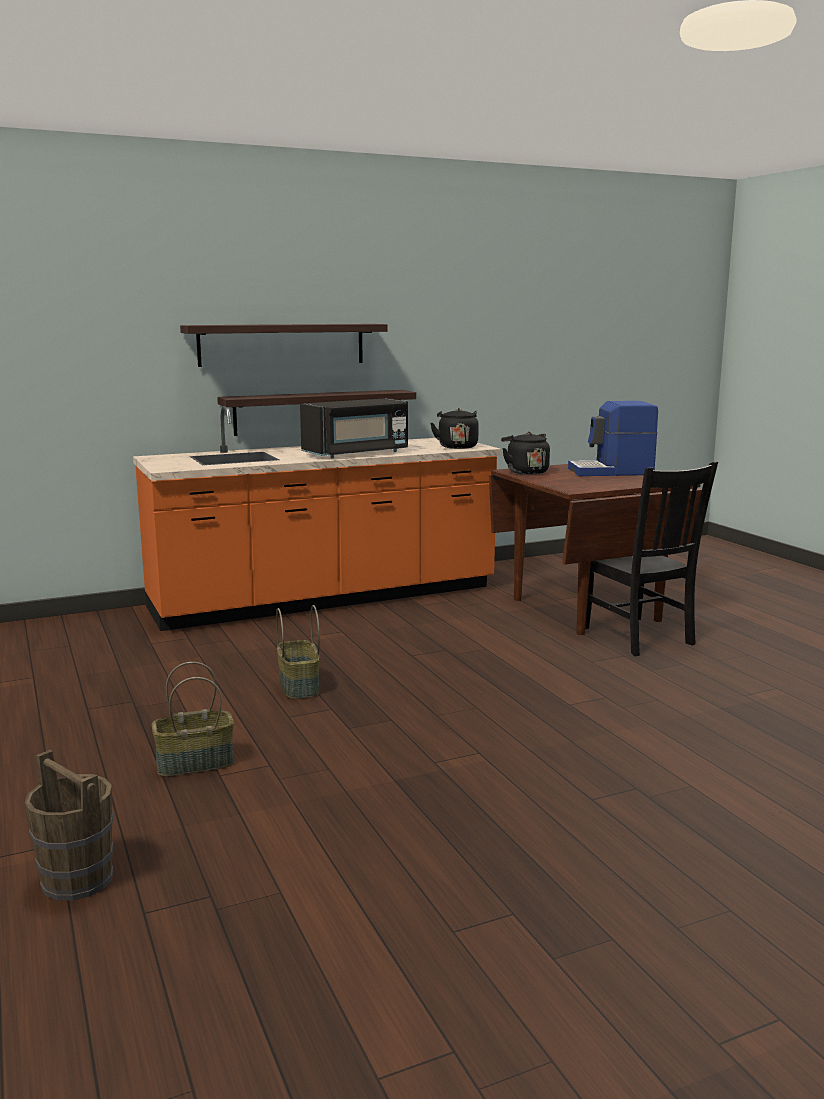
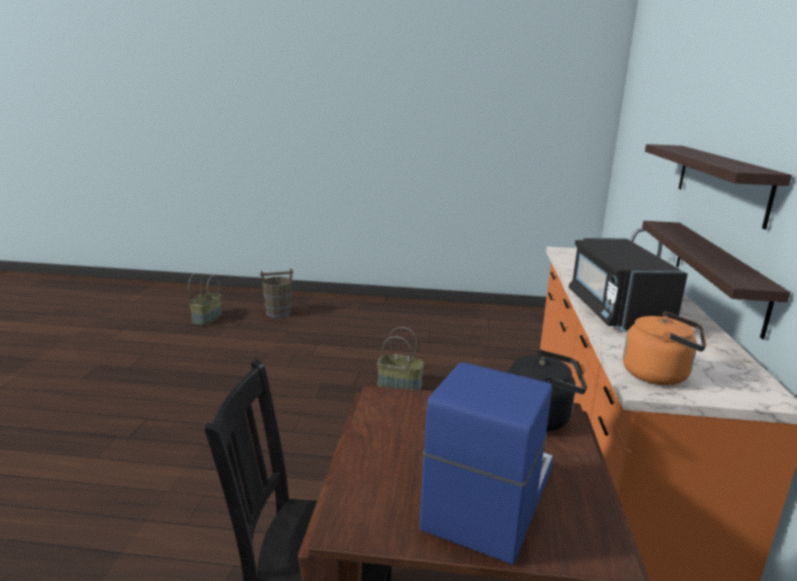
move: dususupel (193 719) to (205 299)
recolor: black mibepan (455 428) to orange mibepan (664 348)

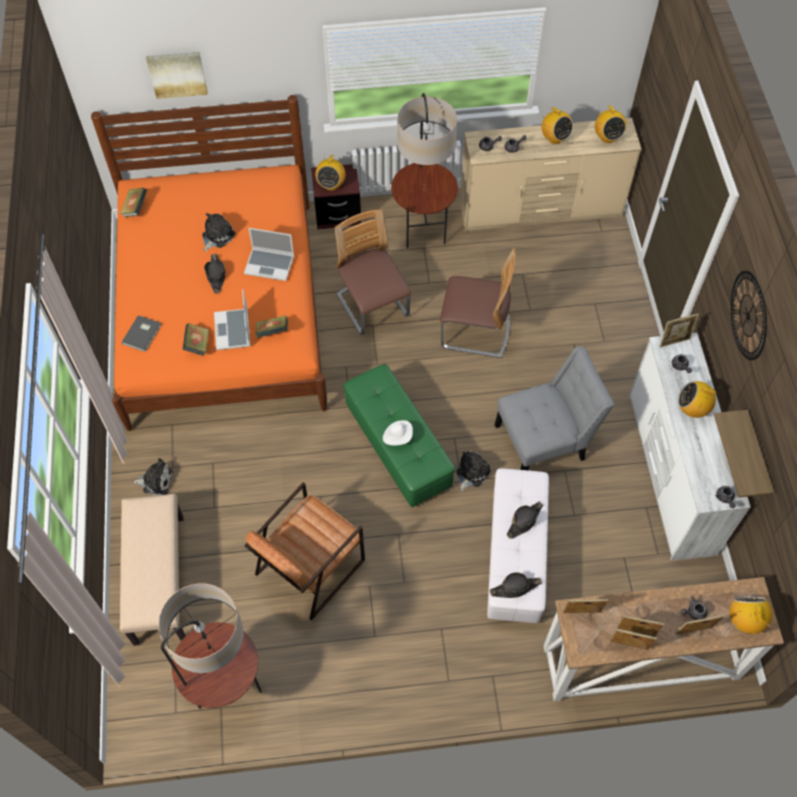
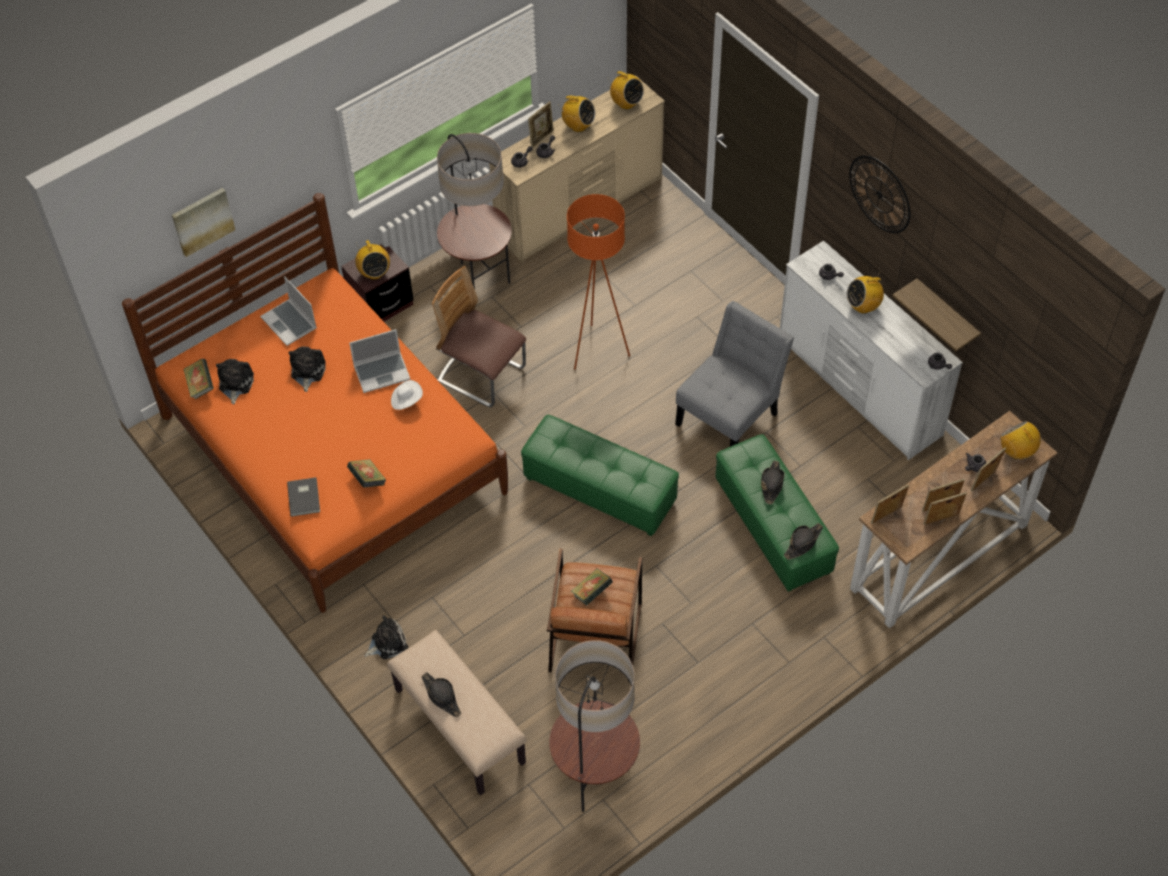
move: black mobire (215 274) to (441 694); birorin (232 319) to (288 311); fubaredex (271 326) to (592 587); white mobire (398 433) to (407 395); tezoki (473 471) to (235 381); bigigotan (679 330) to (541 124)
replace: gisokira (478 303) to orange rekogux (598 281)
recolor: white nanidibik (518 545) to green nanidibik (777 513)

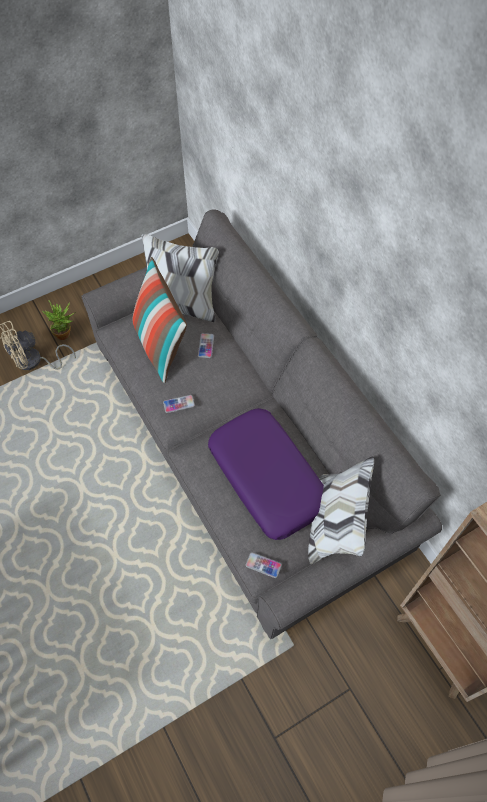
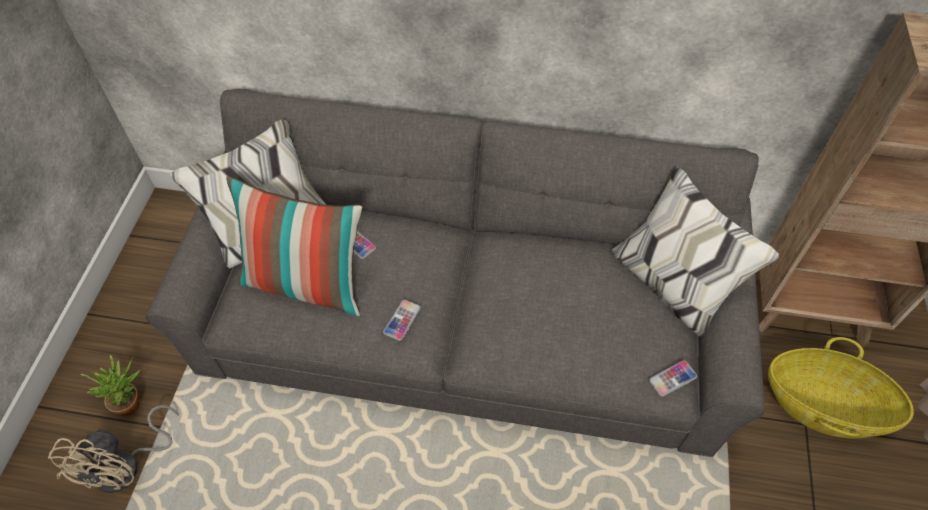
delete: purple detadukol (266 474)
insert: dususupel (841 388)

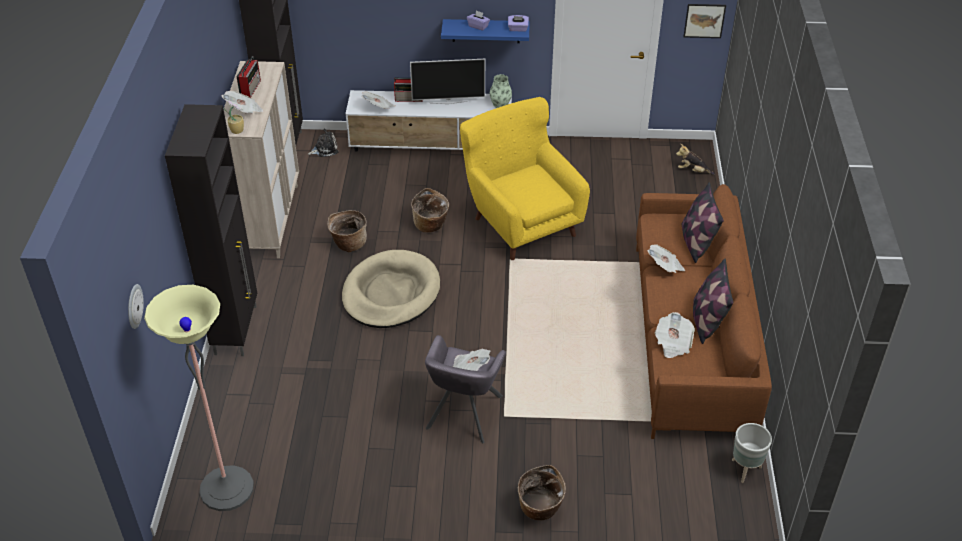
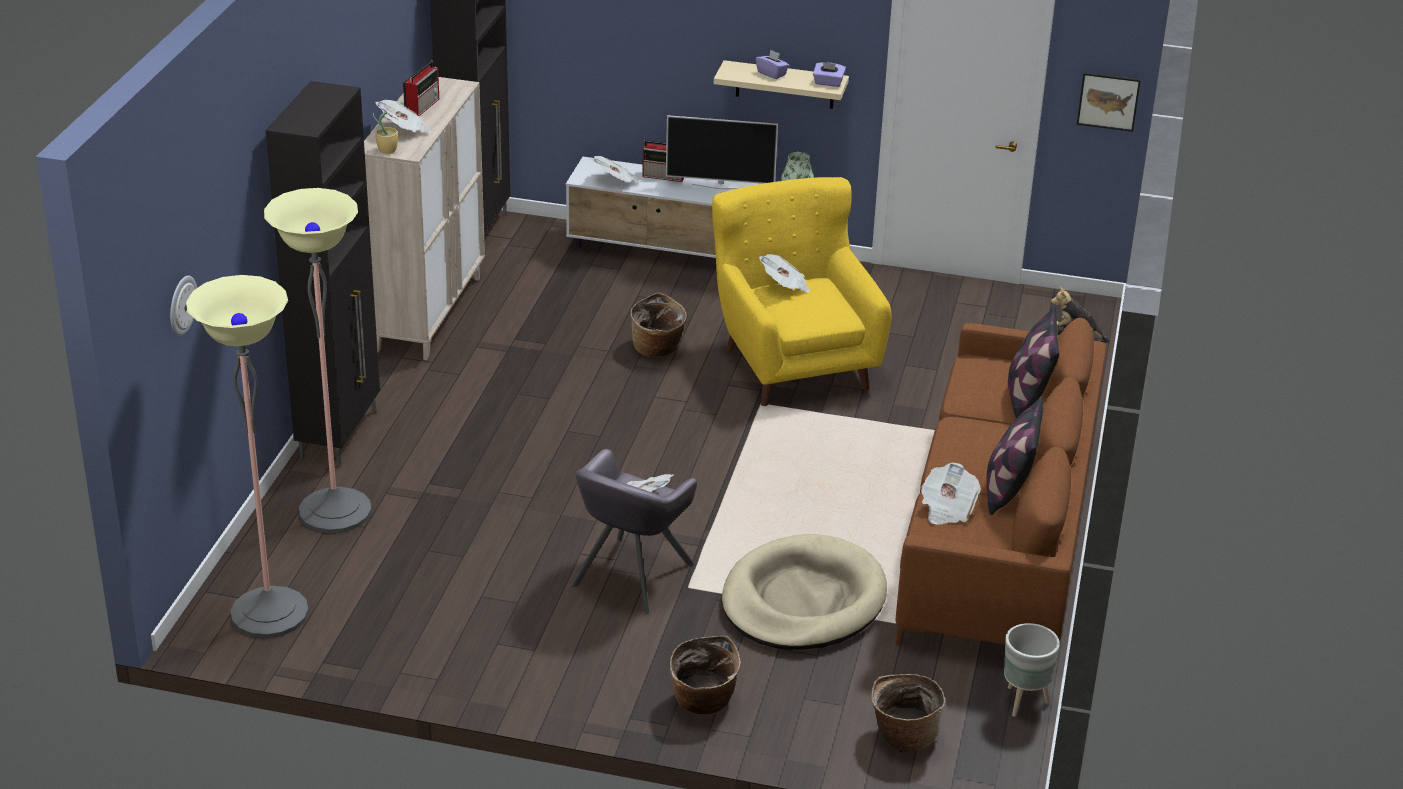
delete: tezoki (323 142)
insert: rekogux (317 360)
move: dususupel (347 231) to (908 713); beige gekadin (391 289) to (804 592); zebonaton (666 258) to (784 273)
recolor: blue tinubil (485 31) to beige tinubil (781 84)

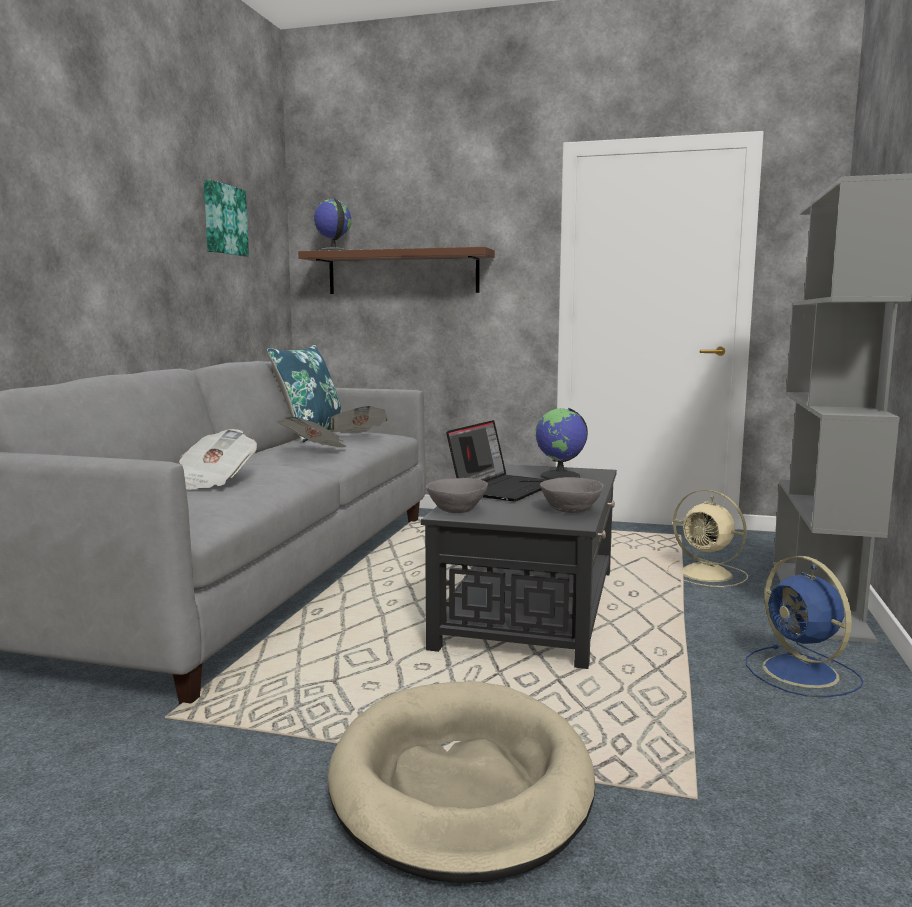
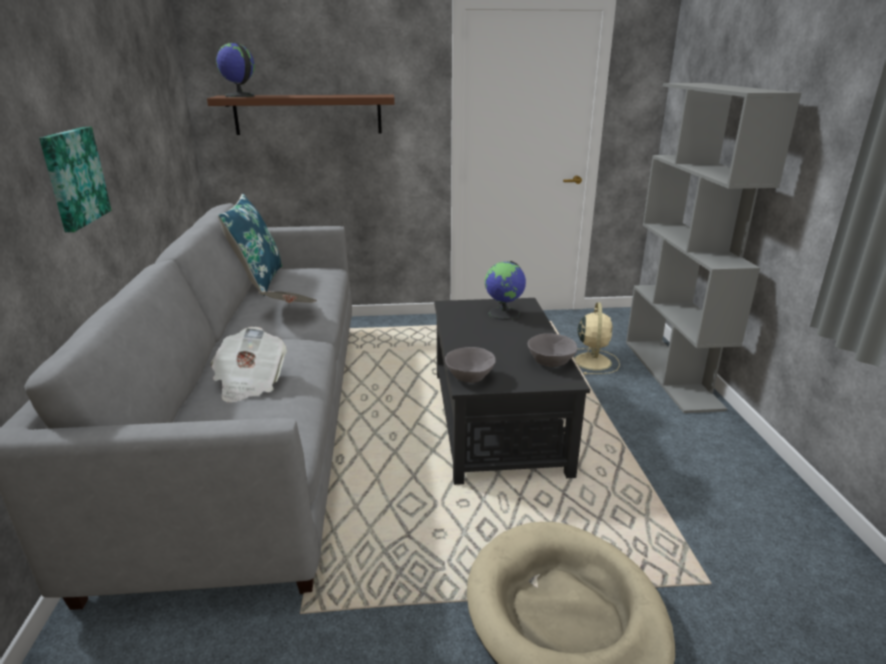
delete: zebonaton (359 419); birorin (497 460); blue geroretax (804 626)
move: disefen (226 218) to (75 179)
rotate: beige geroretax (707 538) = (597 338) 105 degrees counterclockwise

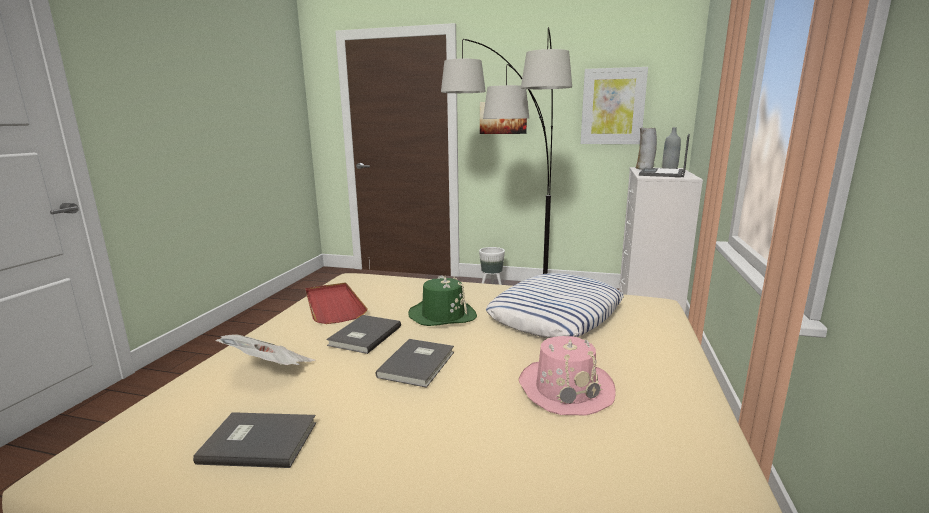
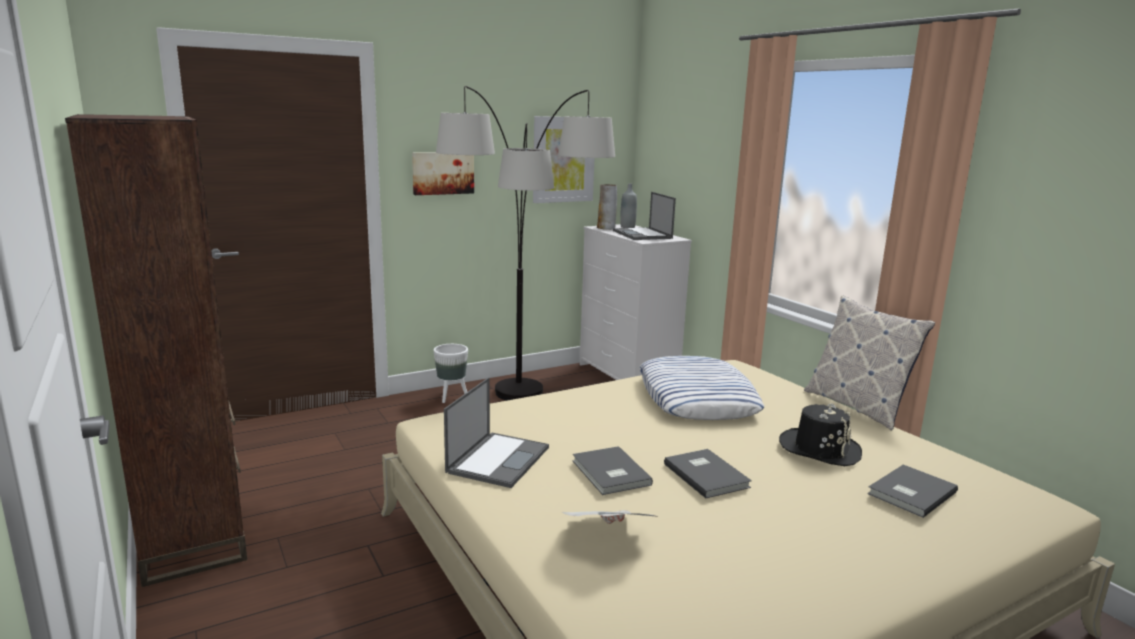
delete: green mobire (442 301)
insert: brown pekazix (156 350); detadukol (869 363)
move: grey fubaredex (254 440) to (912 491)
replace: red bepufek (336 303) to birorin (496 432)
recolor: pink mobire (567 375) to black mobire (820 434)

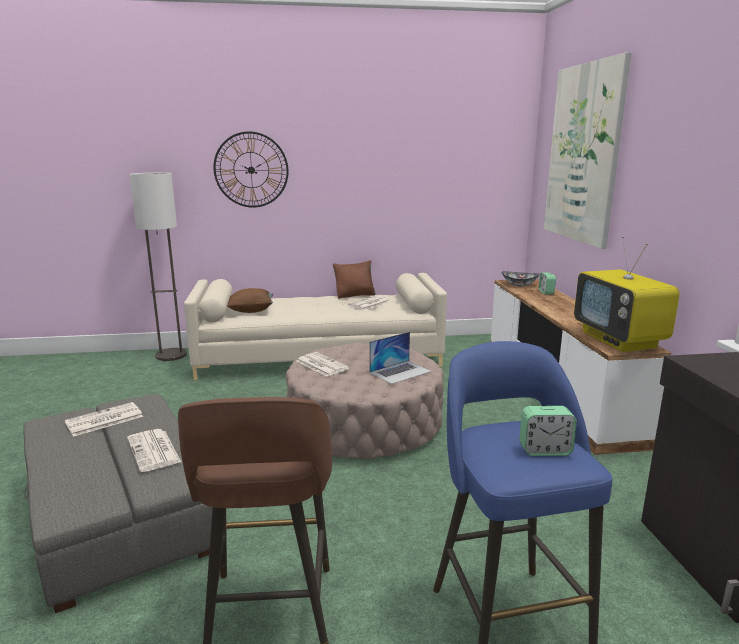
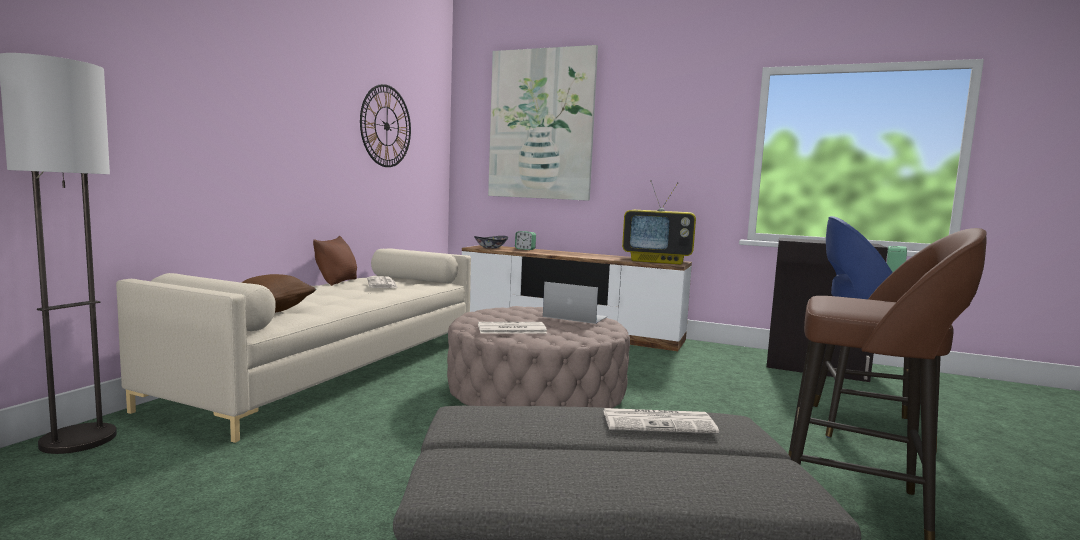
delete: zebonaton (104 419)
move: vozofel (250 169) to (385 125)
rotate: birorin (400 358) = (575 303) 60 degrees counterclockwise

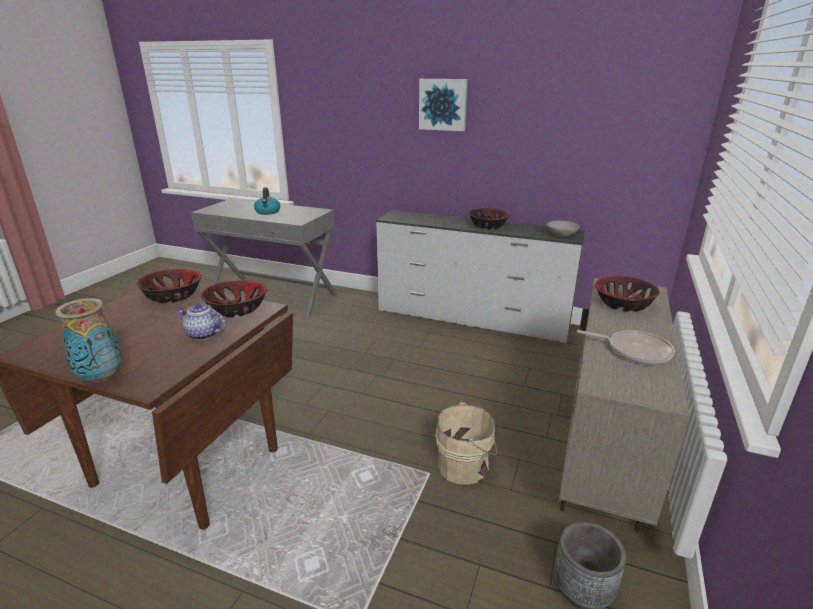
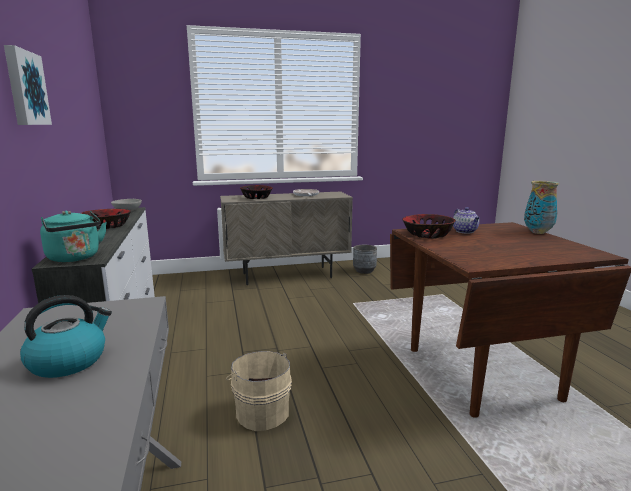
delete: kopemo (169 286)
insert: turquoise mibepan (73 236)
move: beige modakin (466 443) to (259 391)

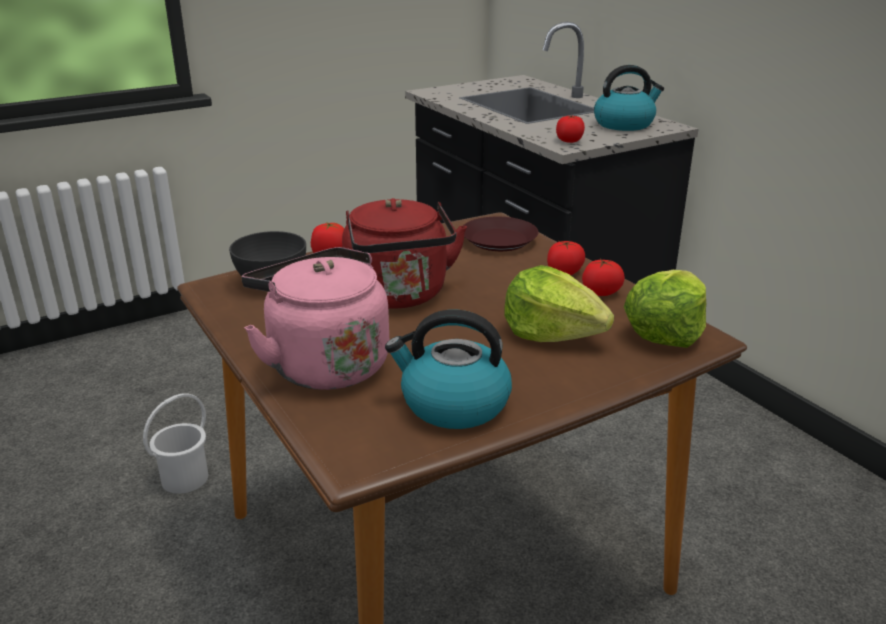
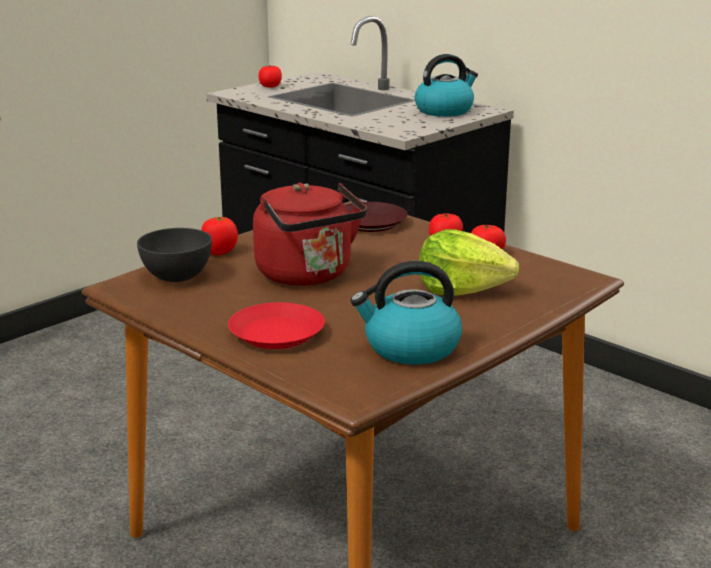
delete: white modakin (175 443); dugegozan (665 309)
move: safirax (570 129) to (270 76)
replace: pink mibepan (315 318) to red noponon (276 325)

